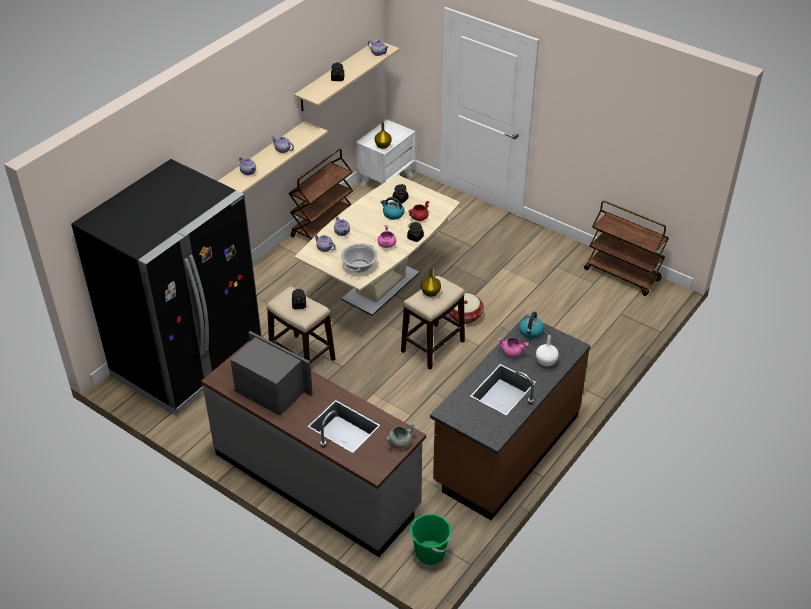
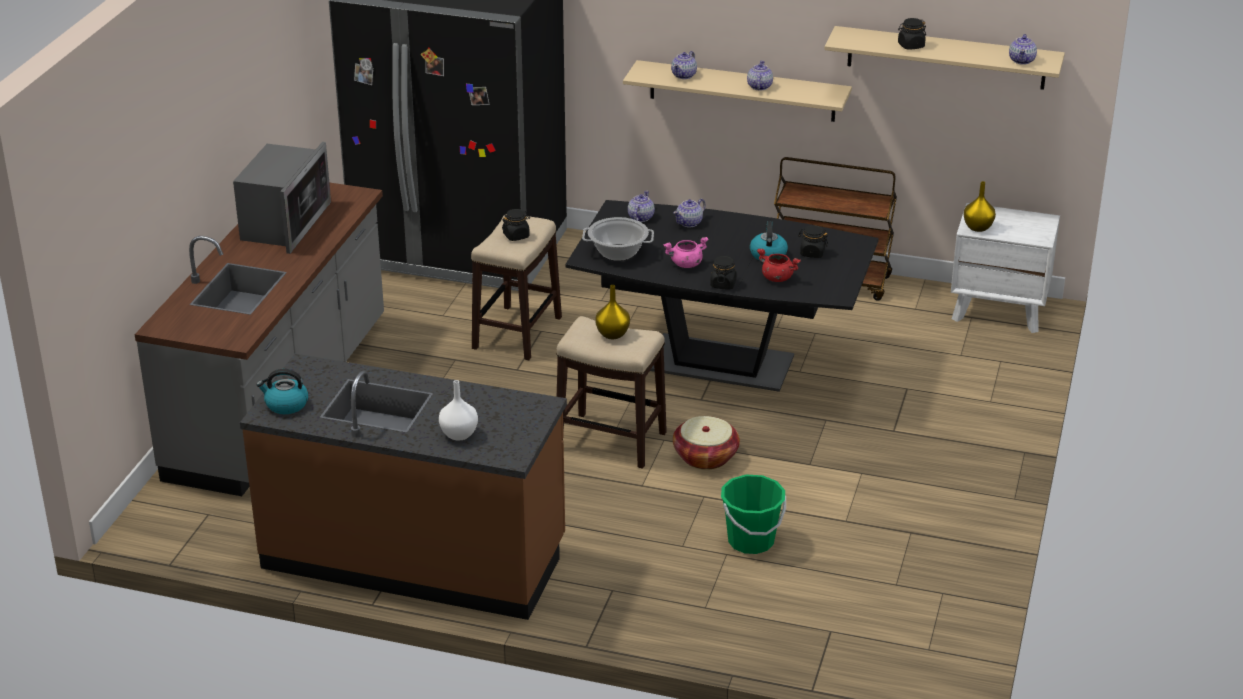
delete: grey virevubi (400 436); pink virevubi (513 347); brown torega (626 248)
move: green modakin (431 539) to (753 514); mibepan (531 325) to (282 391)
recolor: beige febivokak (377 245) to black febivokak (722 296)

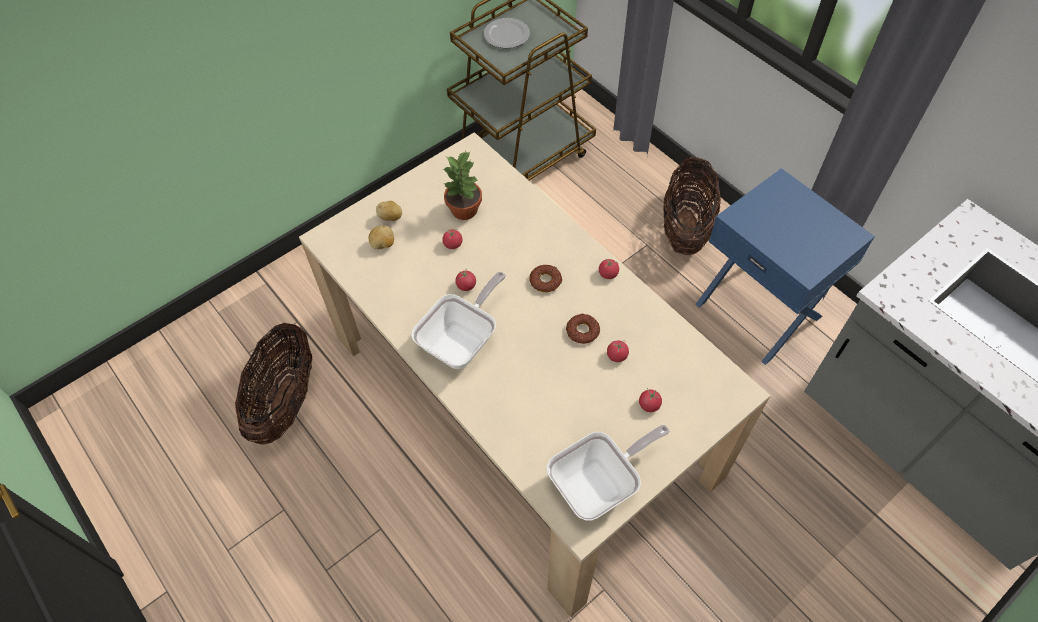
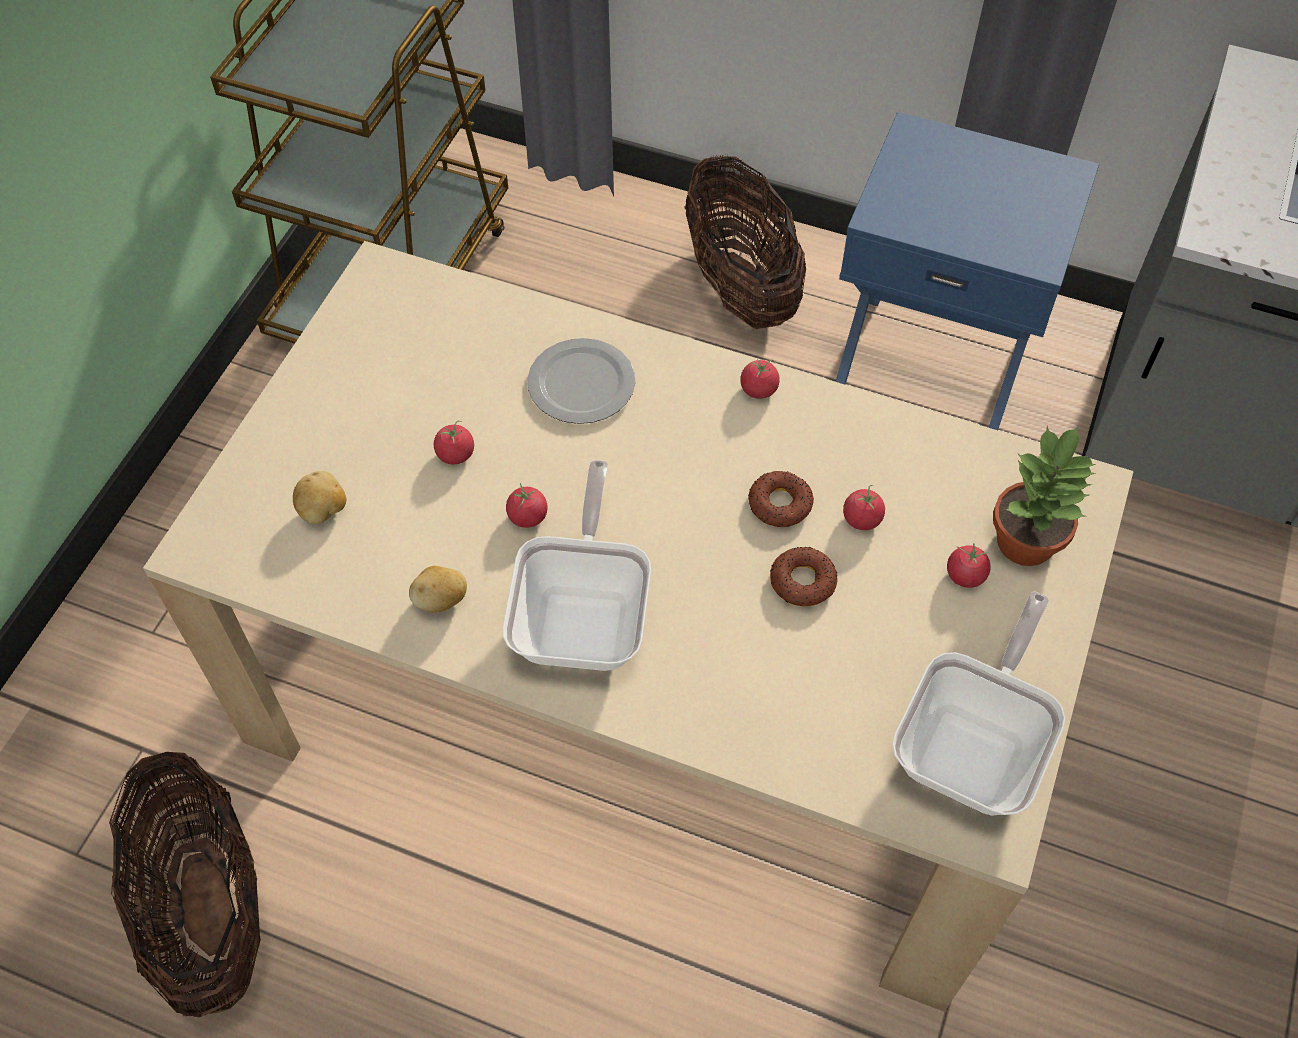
move: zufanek (389 211) to (438 589); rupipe (462 185) to (1044 496); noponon (507 33) to (581 381); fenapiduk (546 278) to (803 577)

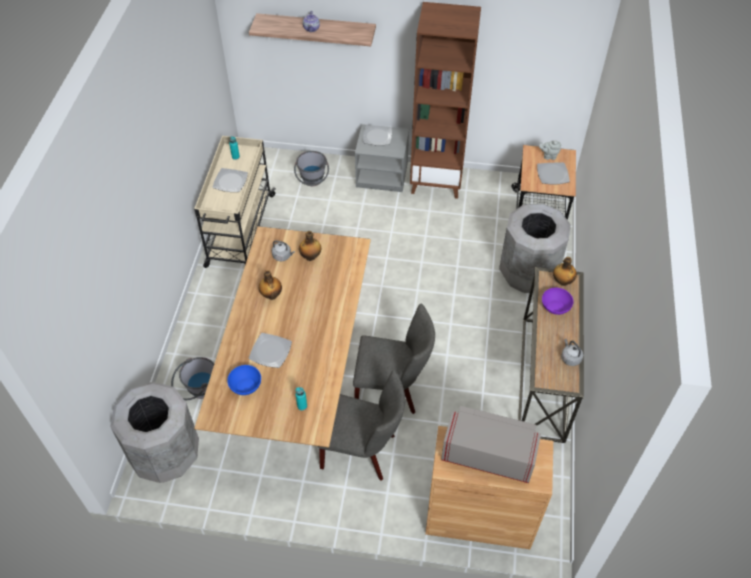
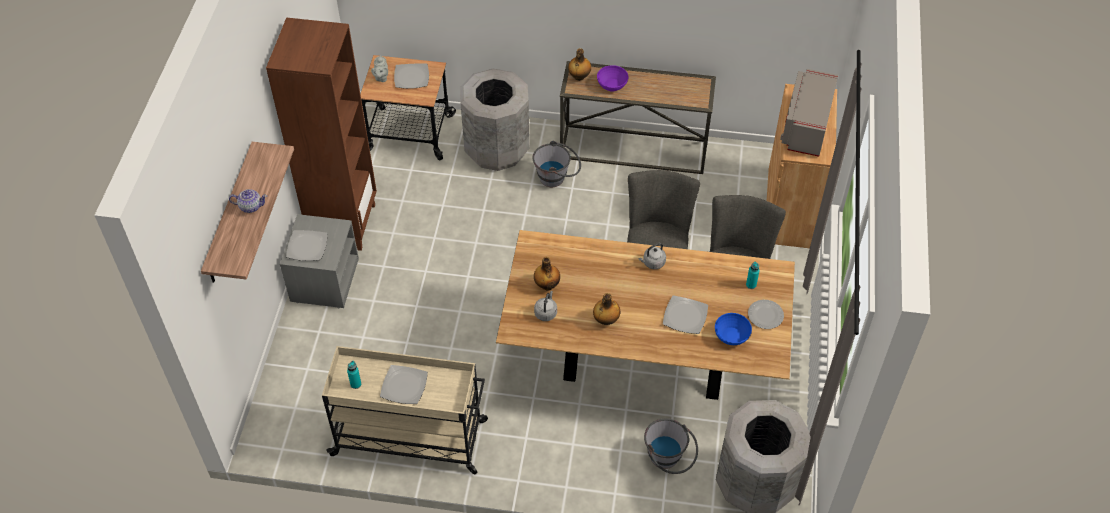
insert: noponon (766 314)
move: grey modakin (311 168) to (557 164); grey mibepan (572 352) to (652 256)

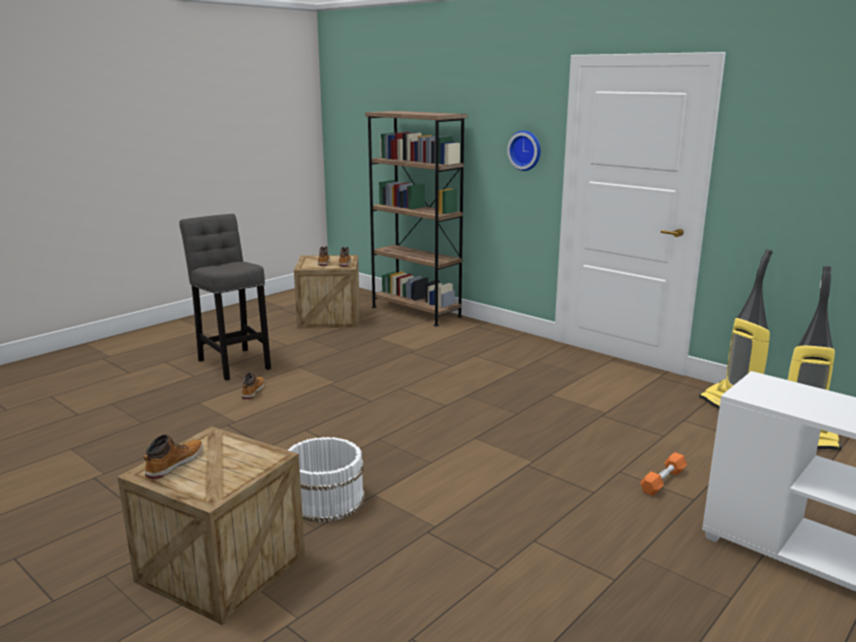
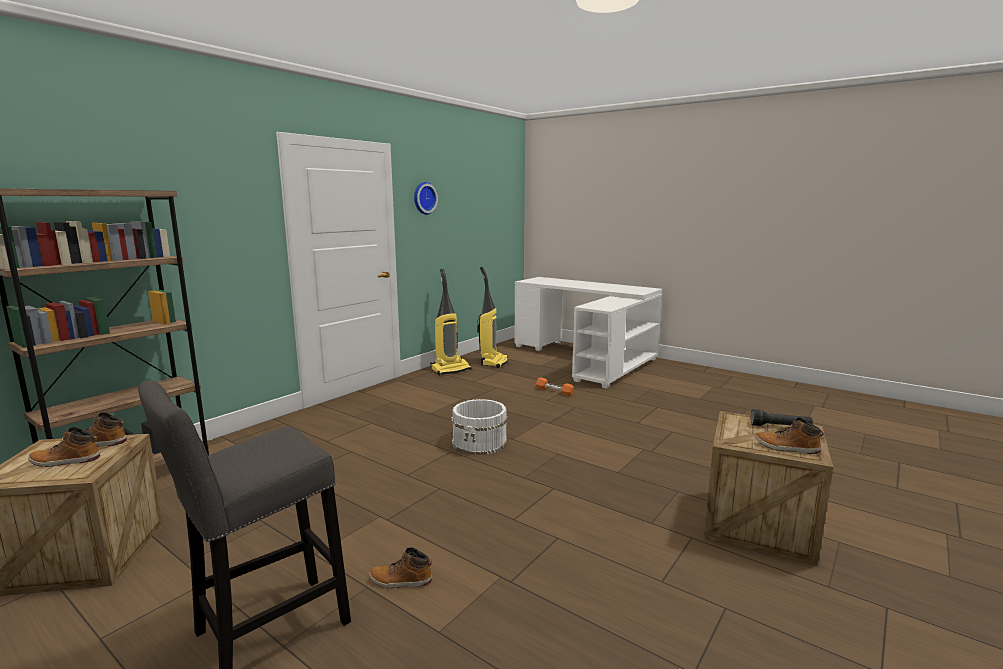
insert: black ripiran (782 417)
move: white modakin (326 479) to (479 427); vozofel (524 150) to (426 198)

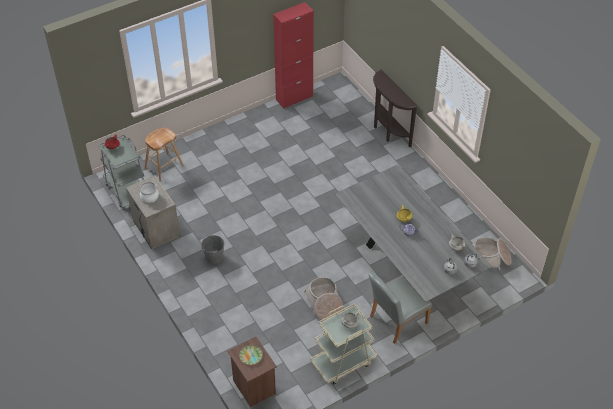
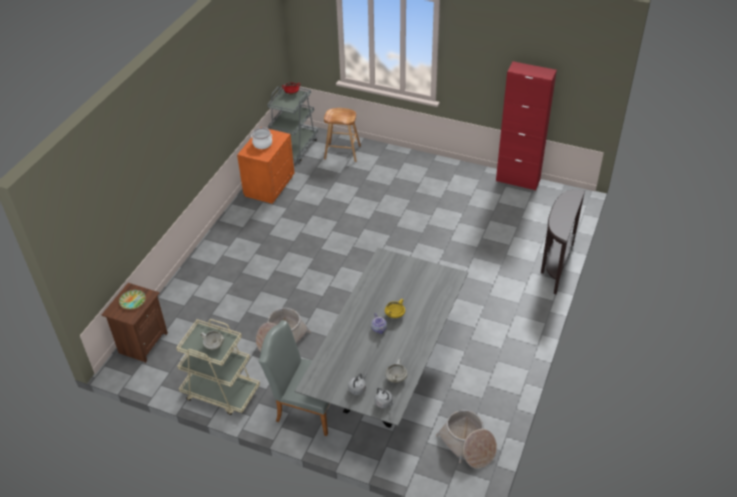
delete: grey modakin (212 249)
recolor: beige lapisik (153 212) to orange lapisik (265 165)

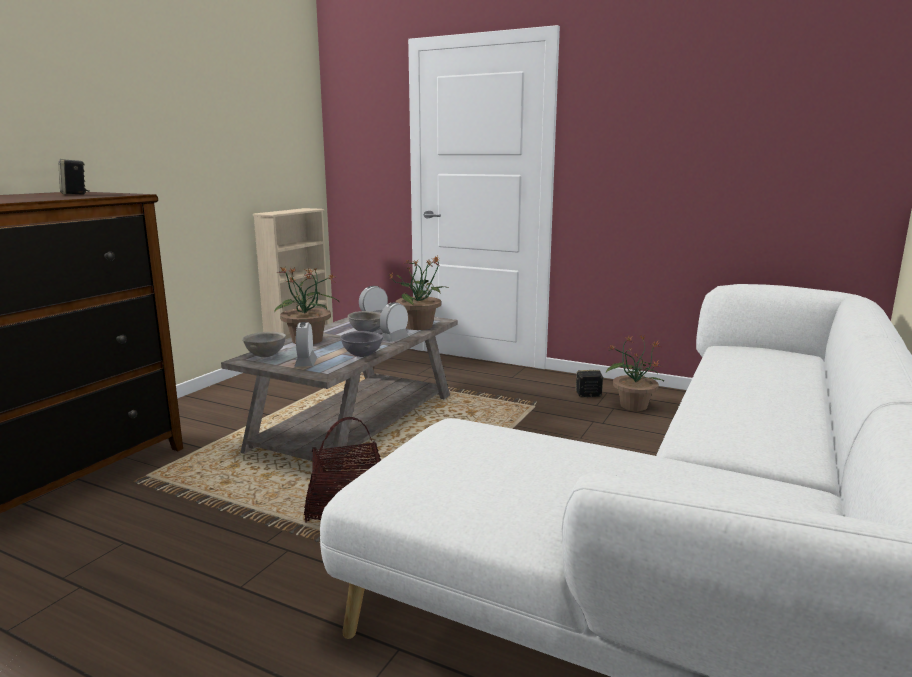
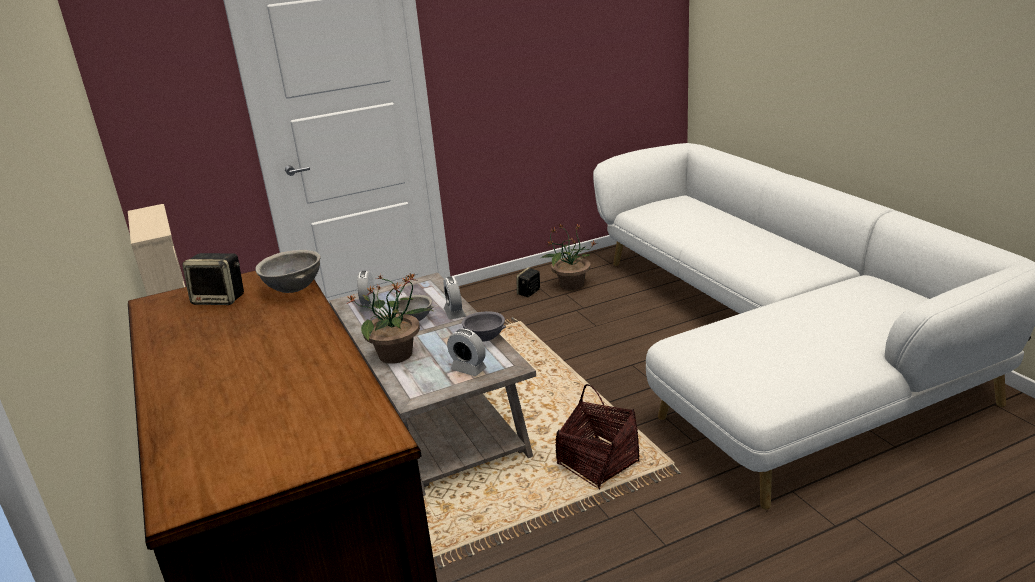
delete: rupipe (418 293)
move: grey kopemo (264 344) to (288 271)

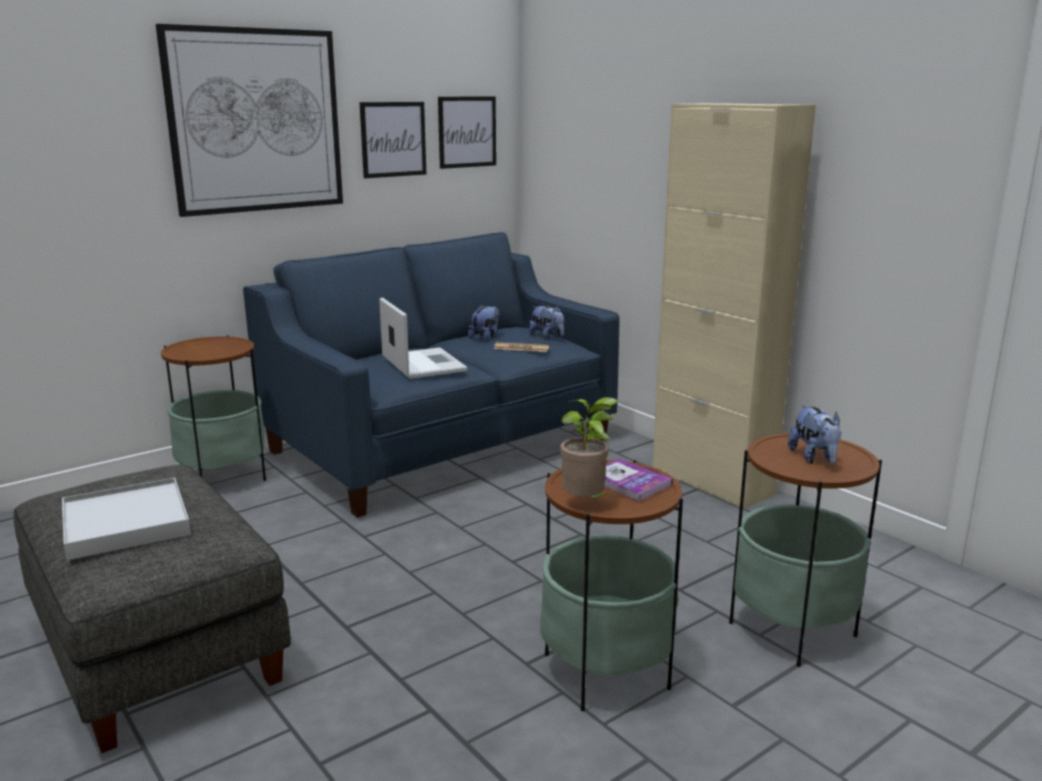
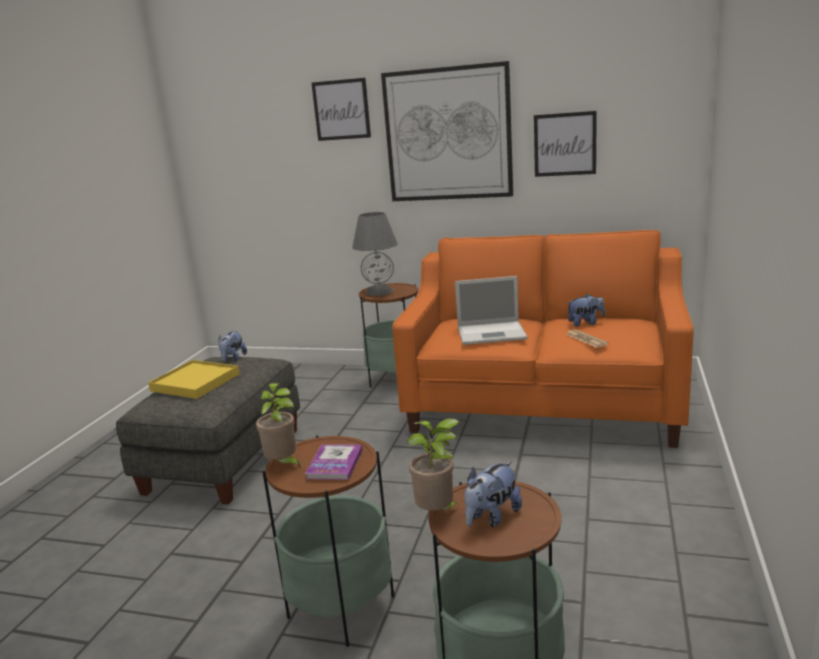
delete: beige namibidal (734 306)
insert: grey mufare (375 254); rupipe (434 464)
move: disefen (467 132) to (341 109); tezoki (546 322) to (232 346)
recolor: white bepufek (126 519) to yellow bepufek (193 379); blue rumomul (431 375) to orange rumomul (543 339)
rotate: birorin (423 338) = (491 310) 60 degrees clockwise

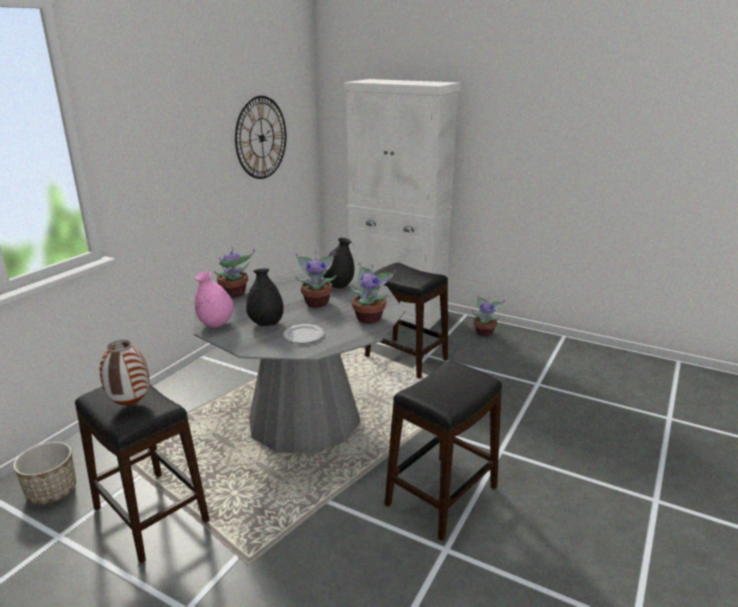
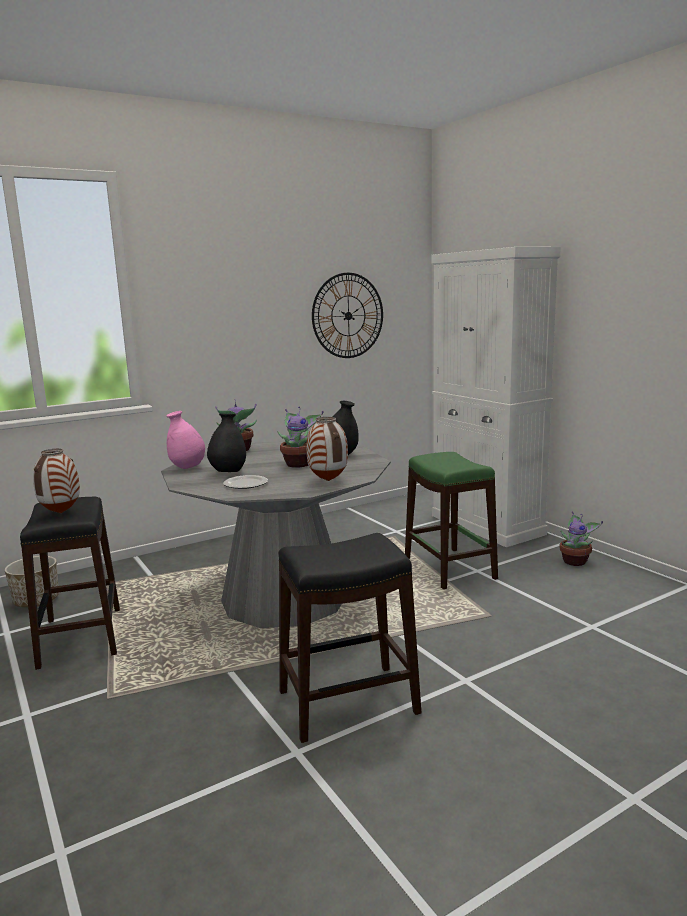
replace: rupipe (373 293) to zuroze (327 449)
recolor: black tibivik (406 320) to green tibivik (451 520)

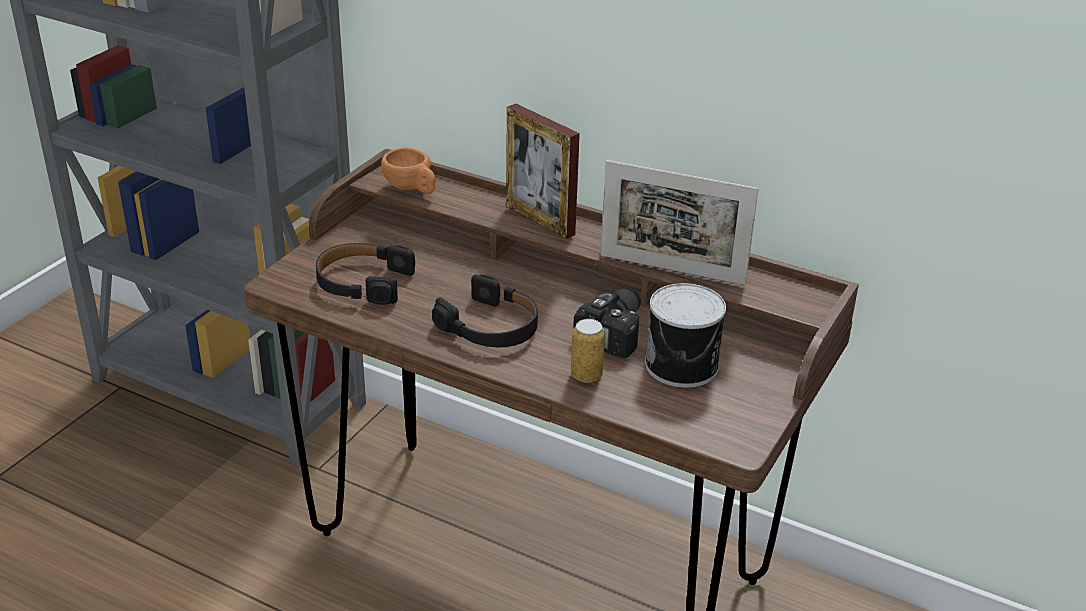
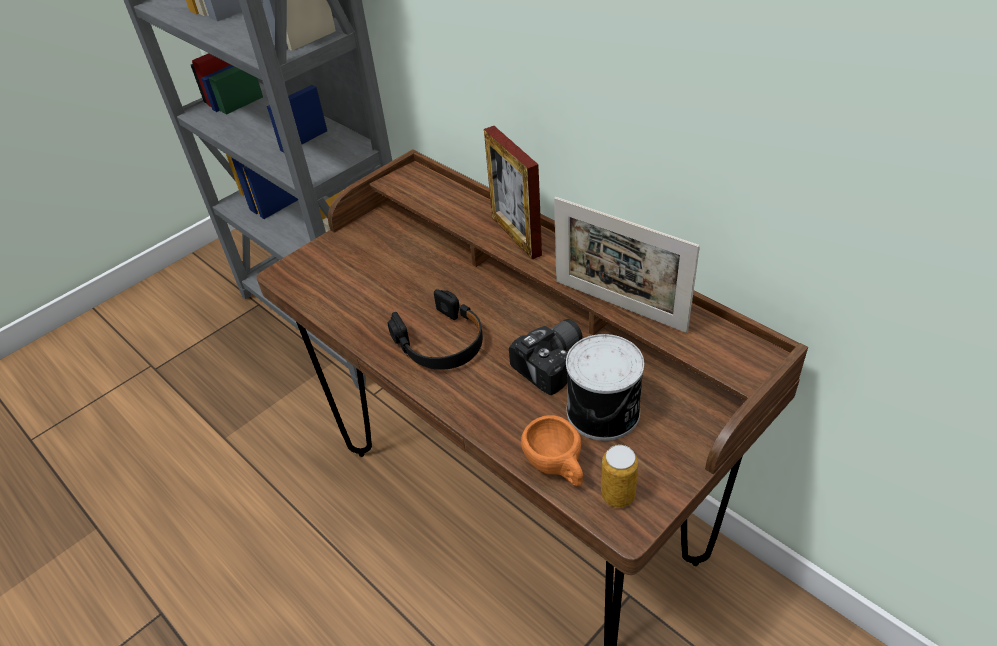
delete: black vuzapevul (365 274)
move: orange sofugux (408 171) to (552 451); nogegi (588 351) to (619 476)

